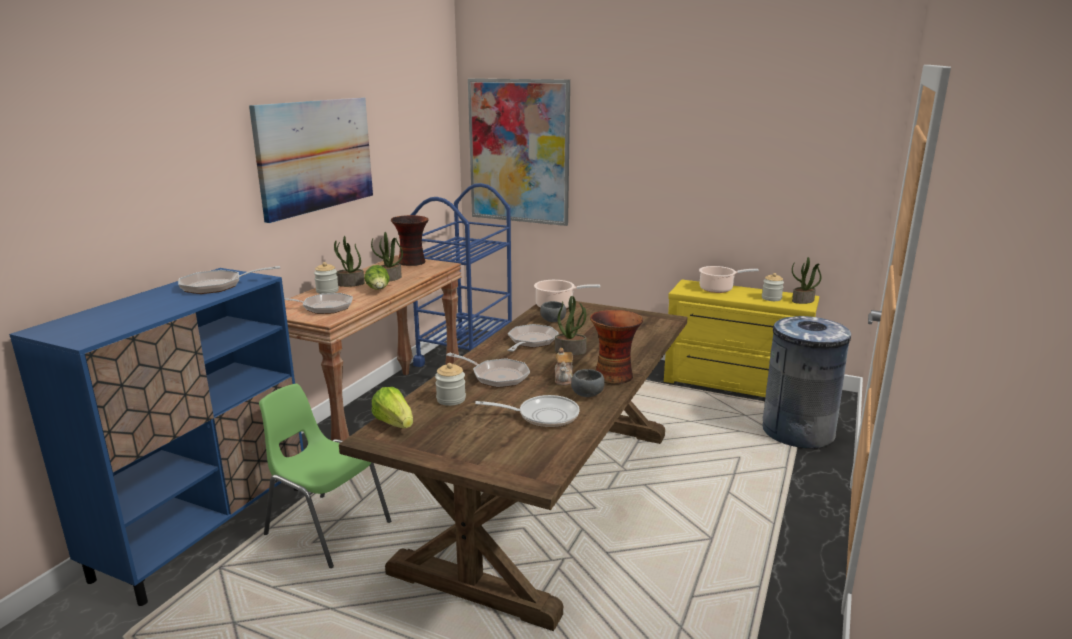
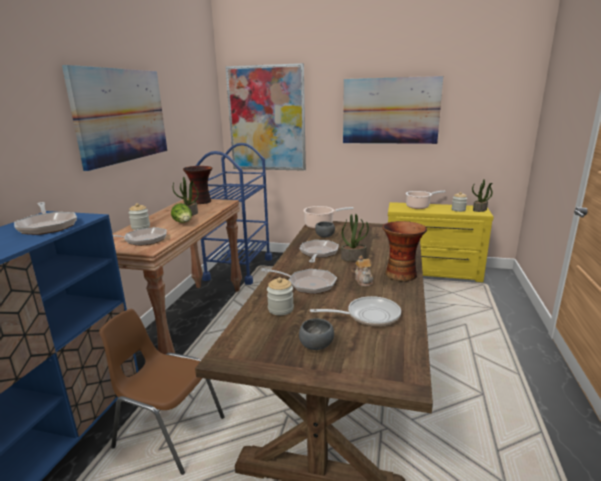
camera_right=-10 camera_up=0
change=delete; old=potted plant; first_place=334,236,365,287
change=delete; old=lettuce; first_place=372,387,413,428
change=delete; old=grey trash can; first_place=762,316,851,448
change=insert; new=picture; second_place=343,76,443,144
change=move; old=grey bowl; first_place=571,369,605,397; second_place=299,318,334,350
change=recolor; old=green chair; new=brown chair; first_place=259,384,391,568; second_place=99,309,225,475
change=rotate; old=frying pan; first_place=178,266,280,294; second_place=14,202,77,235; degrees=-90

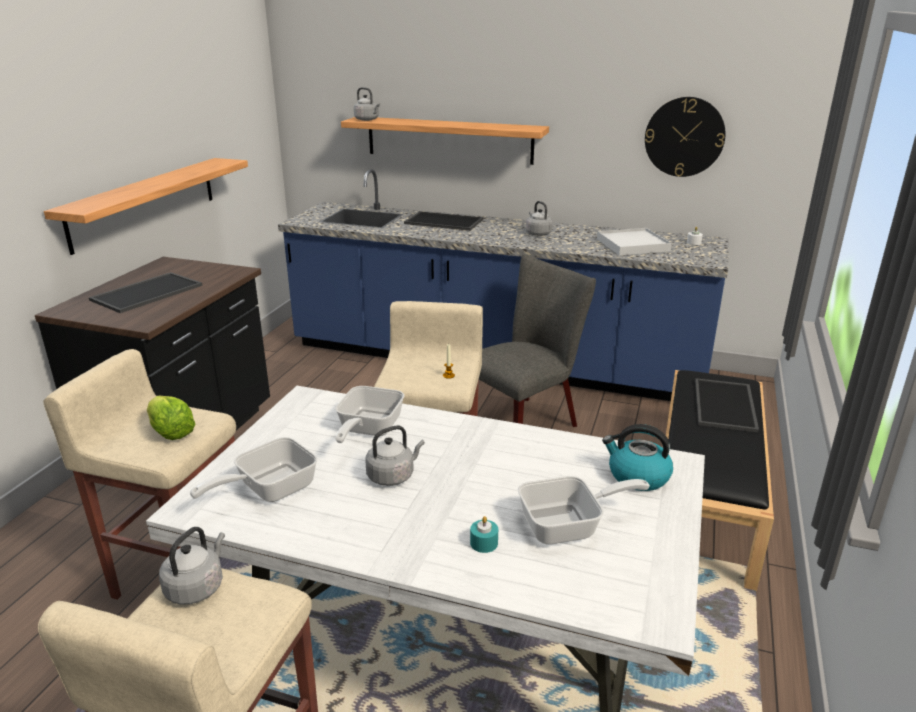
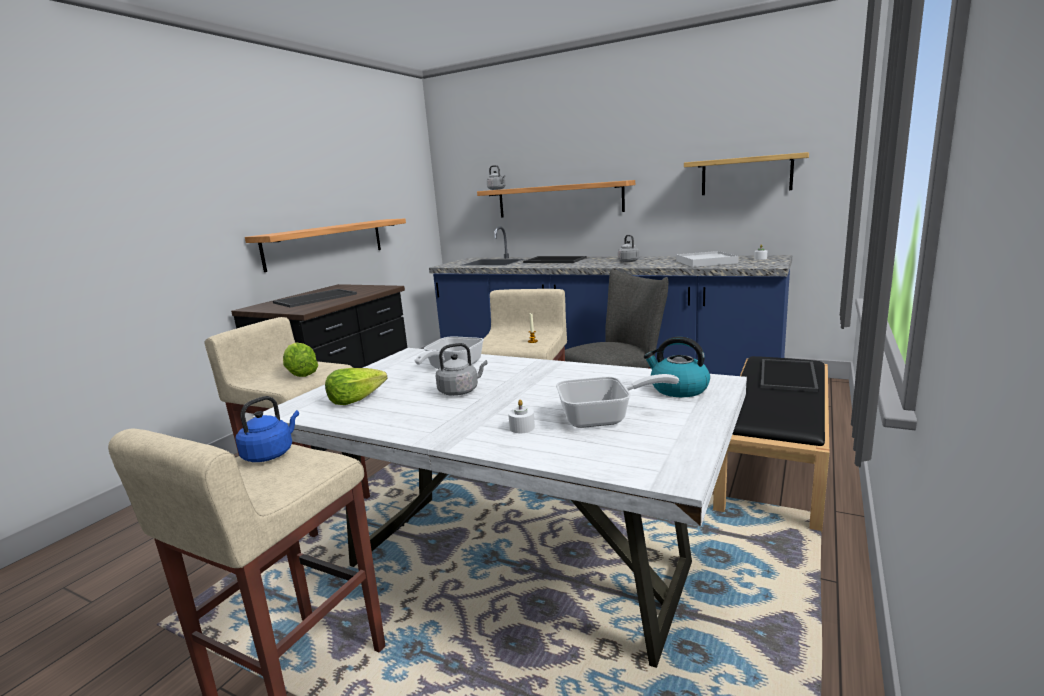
camera_right=10 camera_up=-10
change=replace; old=frying pan; new=lettuce; first_place=190,437,317,502; second_place=325,368,387,405
change=replace; old=wall clock; new=shelf; first_place=645,97,725,177; second_place=684,152,809,195
change=recolor; old=grey kettle; new=blue kettle; first_place=159,527,225,605; second_place=235,396,299,462
change=recolor; old=turquoise candle; new=white candle; first_place=470,516,498,553; second_place=508,400,535,433

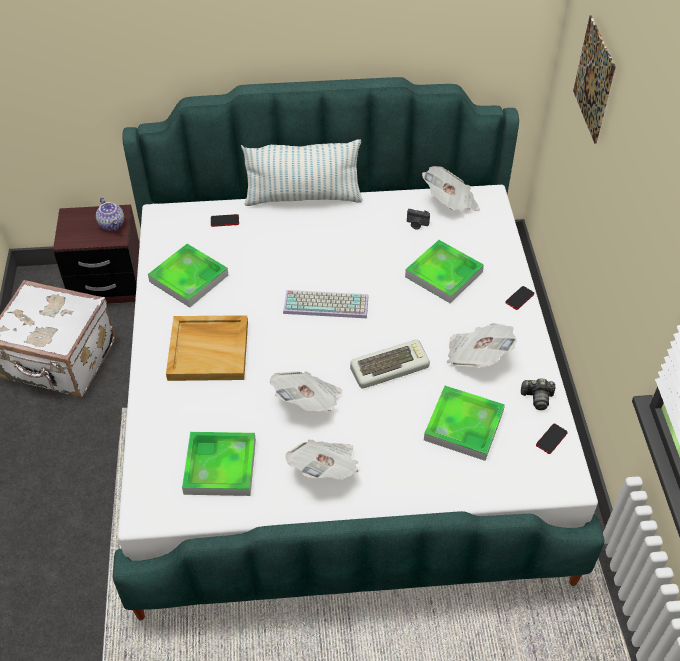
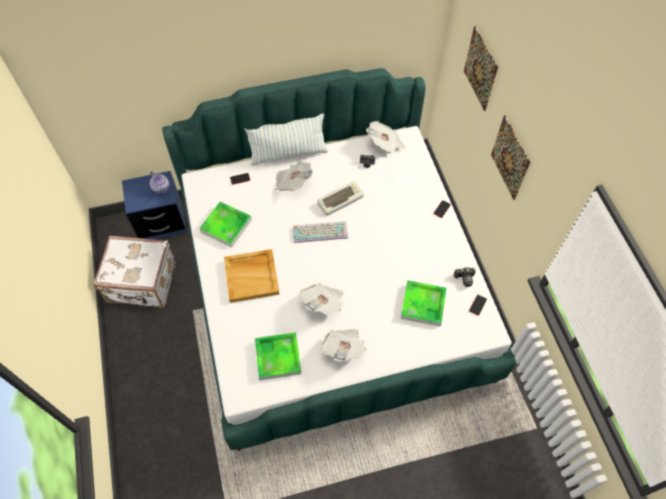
camera_right=-10 camera_up=10
change=delete; old=tray; first_place=405,240,484,303
change=insert; new=picture; second_place=491,115,530,200
change=move; old=keyboard; first_place=350,339,430,389; second_place=318,181,364,216
change=move; old=newspaper; first_place=447,323,517,368; second_place=275,162,313,191
change=recolor; old=brown nightstand; new=blue nightstand; first_place=53,205,140,304; second_place=122,171,187,239

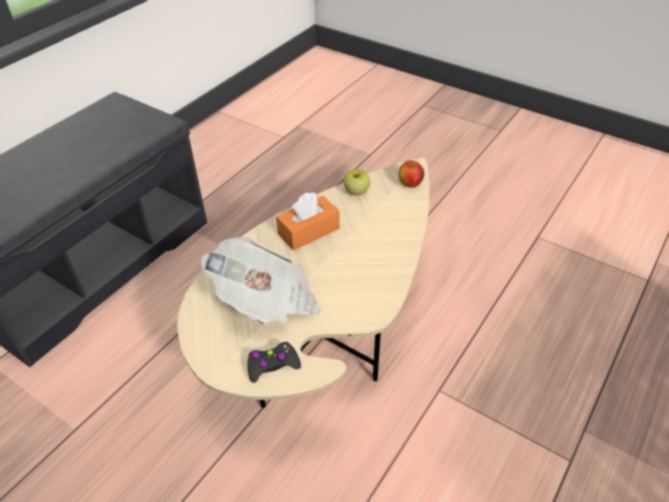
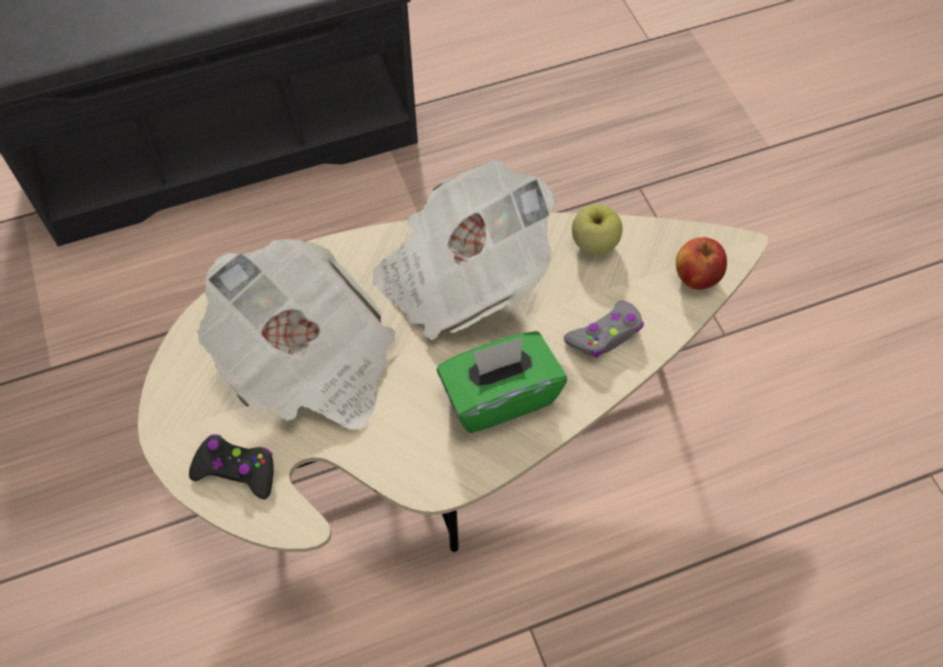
camera_right=35 camera_up=15
change=insert; new=green tissue box; second_place=437,331,567,433
change=insert; new=grey game controller; second_place=564,301,644,358
change=replace; old=orange tissue box; new=newspaper; first_place=276,192,340,251; second_place=373,160,556,340

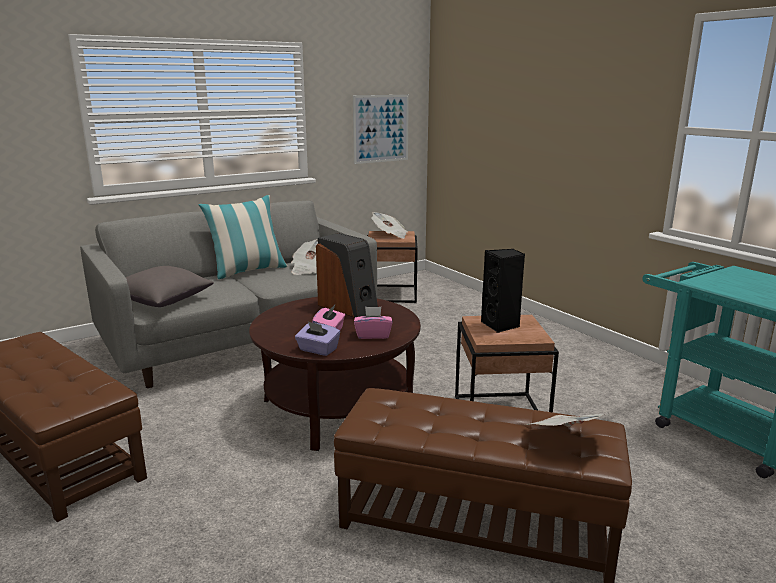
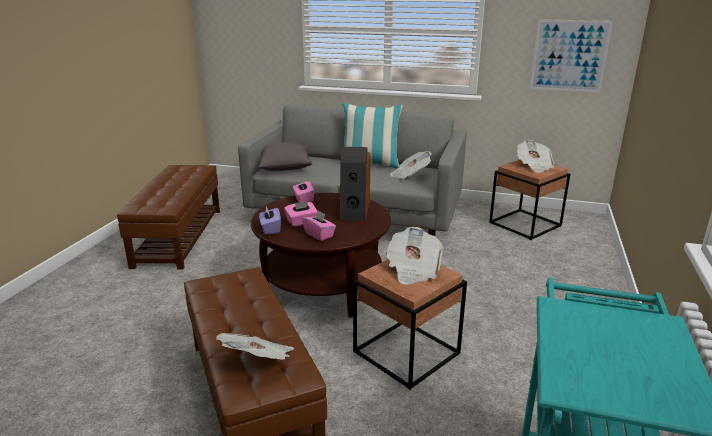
camera_right=50 camera_up=5
change=insert; new=pink tissue box; second_place=293,181,314,202
change=replace; old=black speaker; new=newspaper; first_place=481,249,525,333; second_place=386,227,443,285

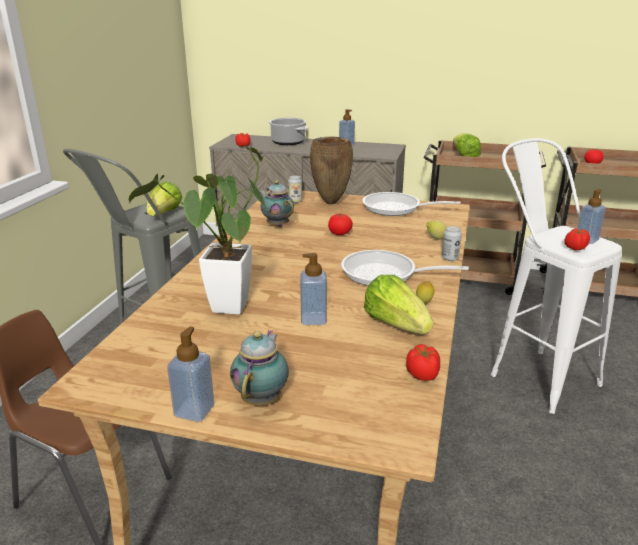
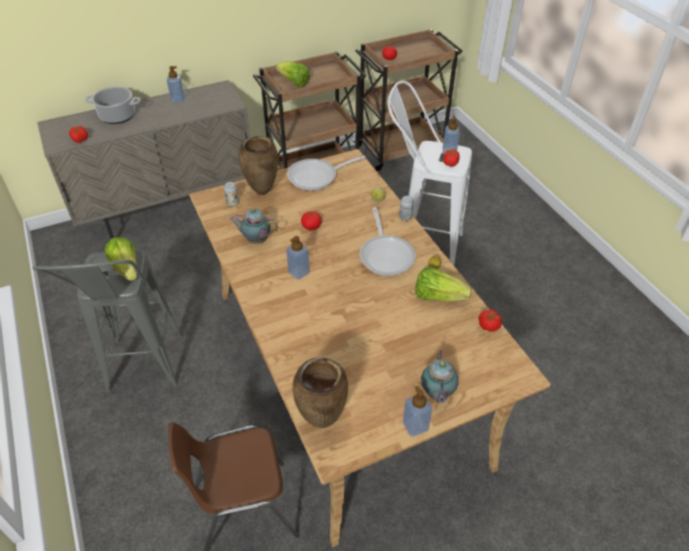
camera_right=-40 camera_up=20
change=delete; old=potted plant; first_place=128,145,267,315
change=insert; new=brown vase; second_place=292,357,348,428
change=move; old=soap dispenser; first_place=300,253,327,325; second_place=286,236,310,280
change=rotate; old=teapot; first_place=230,330,289,406; second_place=421,350,459,403; degrees=-150
change=rotate; old=frying pan; first_place=341,250,469,286; second_place=360,207,416,276; degrees=-75

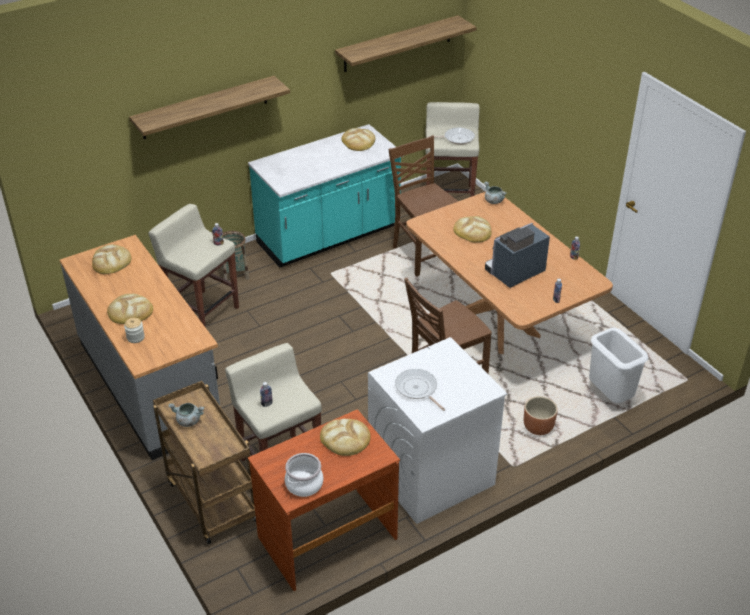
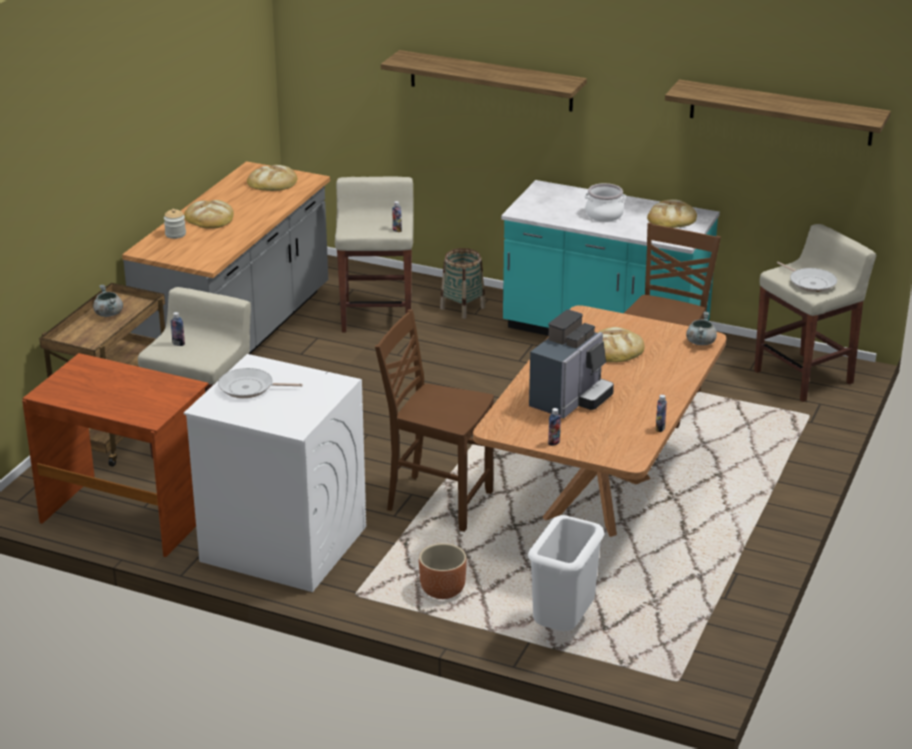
camera_right=55 camera_up=-10
change=delete; old=bread; first_place=320,419,371,456
change=move; old=cooking pot; first_place=285,453,323,497; second_place=585,183,626,222
change=rotate; old=frying pan; first_place=395,369,445,411; second_place=218,368,303,398; degrees=-105
change=rotate; old=coffee machine; first_place=485,223,550,288; second_place=529,309,614,418; degrees=105

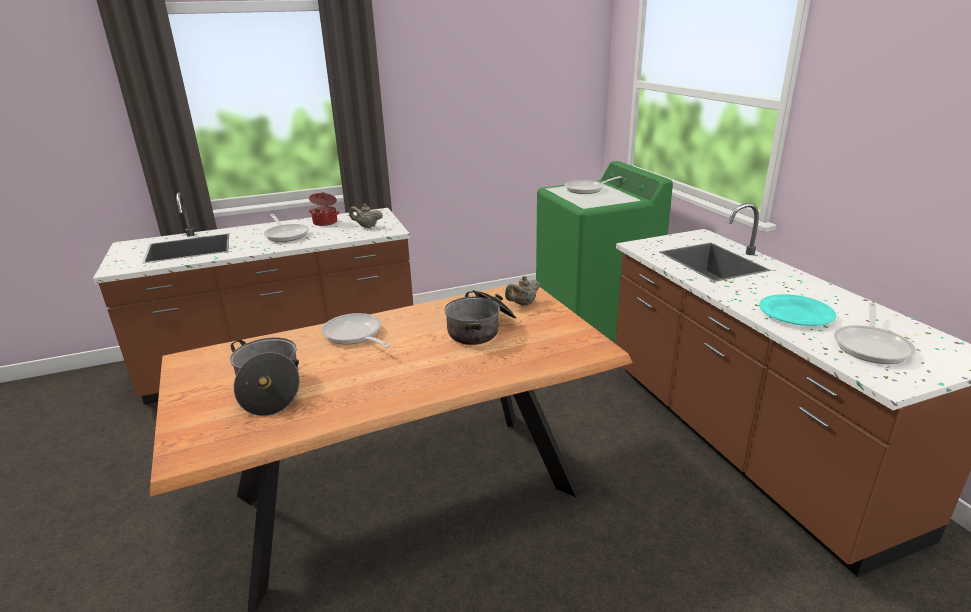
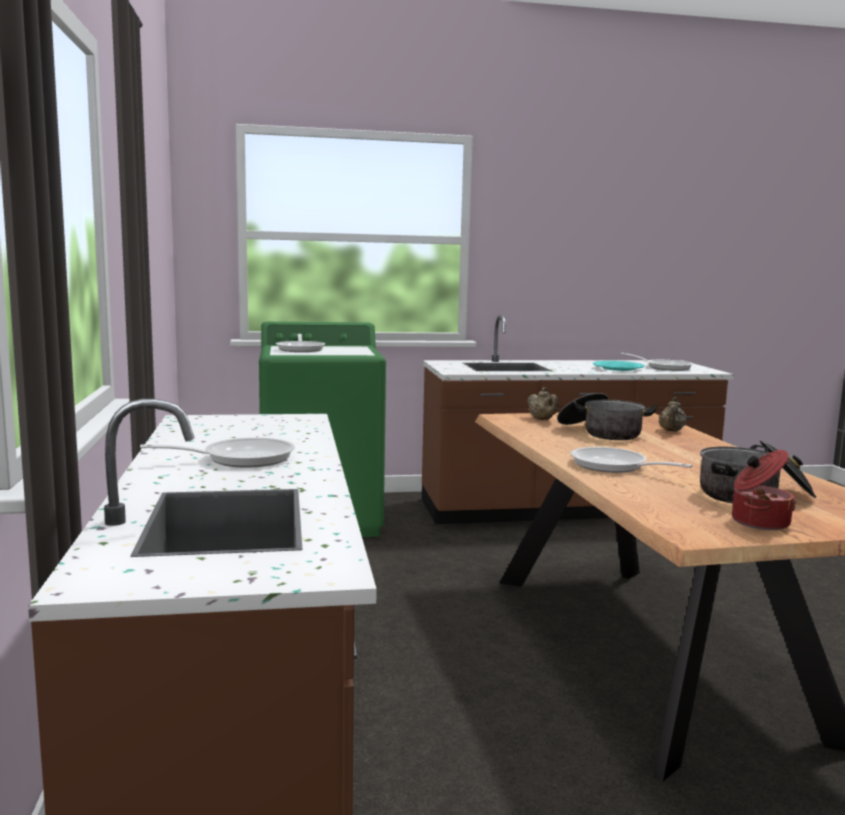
camera_right=-80 camera_up=-15
change=move; old=cooking pot; first_place=309,192,339,226; second_place=732,450,796,530
change=move; old=beige teapot; first_place=349,204,383,228; second_place=659,397,687,432
change=rotate; old=frying pan; first_place=321,313,391,348; second_place=570,447,693,473; degrees=75

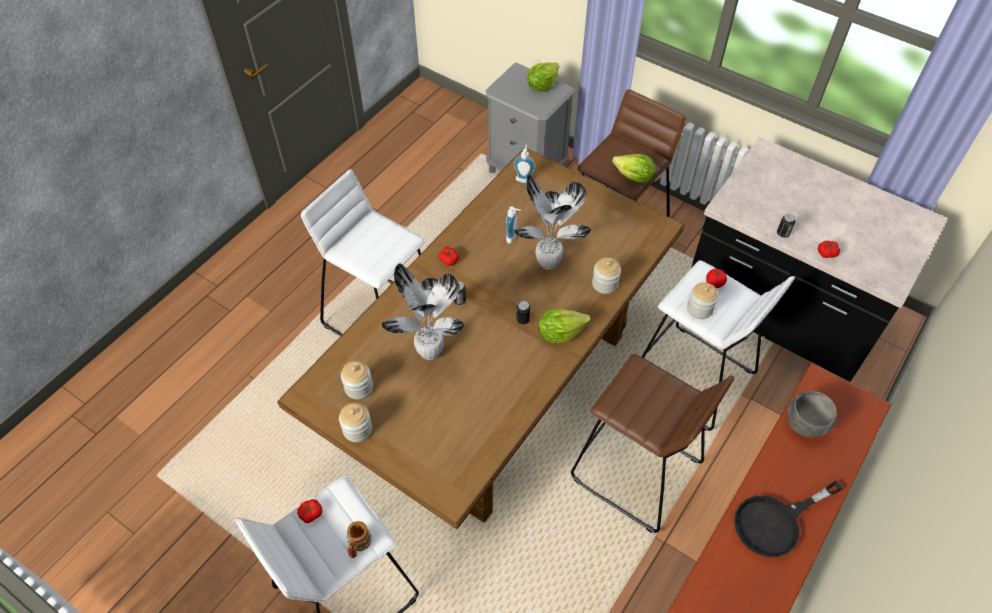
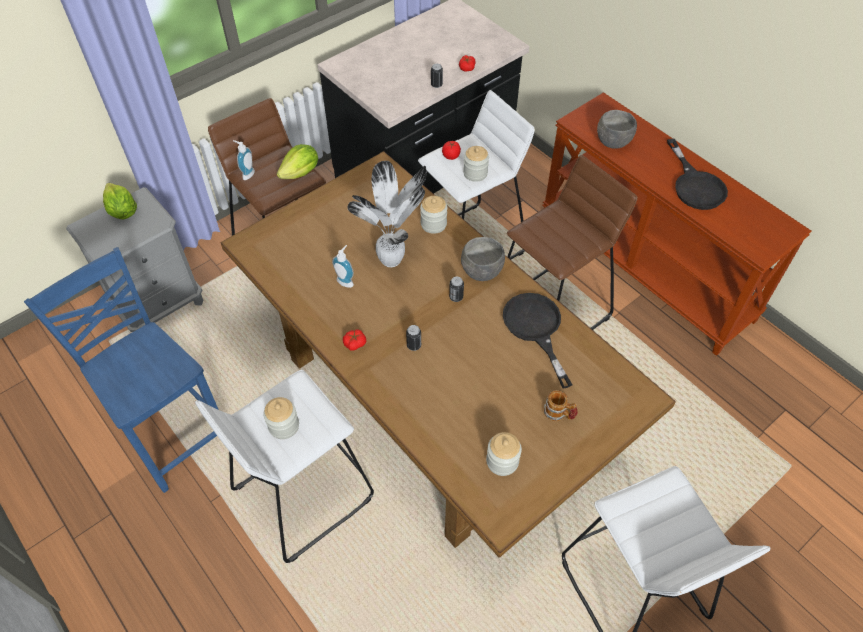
camera_right=-75 camera_up=0
change=delete; old=tomato; first_place=297,499,322,523
change=delete; old=potted plant; first_place=382,263,464,360
change=insert; new=blue chair; second_place=24,247,219,493
change=insert; new=black frying pan; second_place=503,293,573,388
change=move; old=jar; first_place=339,402,372,442; second_place=263,397,299,439
change=move; old=mug; first_place=347,521,372,558; second_place=544,390,578,421
change=move; old=soap dispenser; first_place=514,144,535,183; second_place=233,140,255,180
change=replace; old=lettuce; new=grey bowl; first_place=538,309,590,343; second_place=461,237,505,281

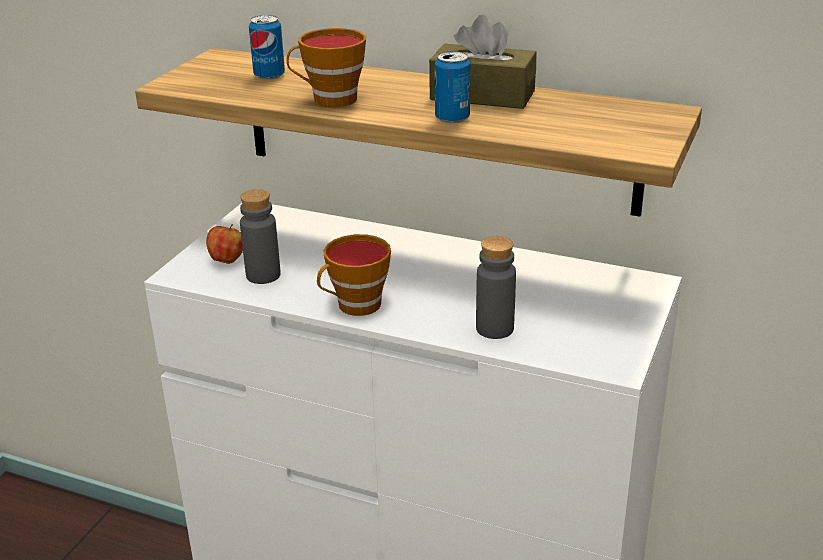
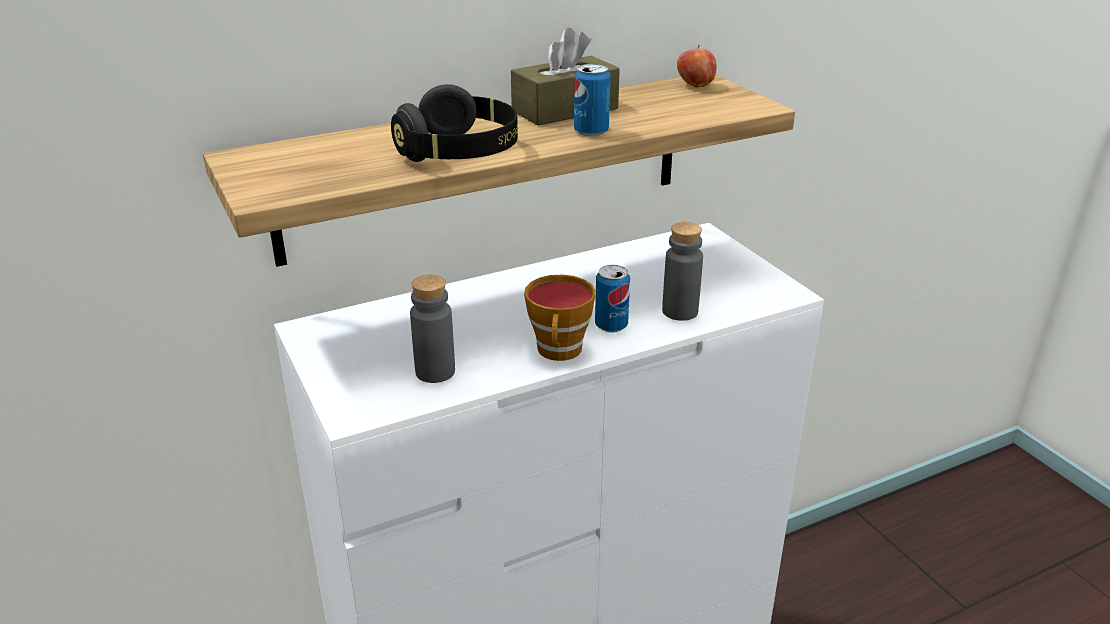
camera_right=-50 camera_up=0
change=move; old=apple; first_place=206,224,243,264; second_place=677,45,716,87
change=move; old=can; first_place=249,15,285,80; second_place=595,265,630,332
change=replace; old=cup; new=black headphones; first_place=287,28,366,107; second_place=391,84,518,162

